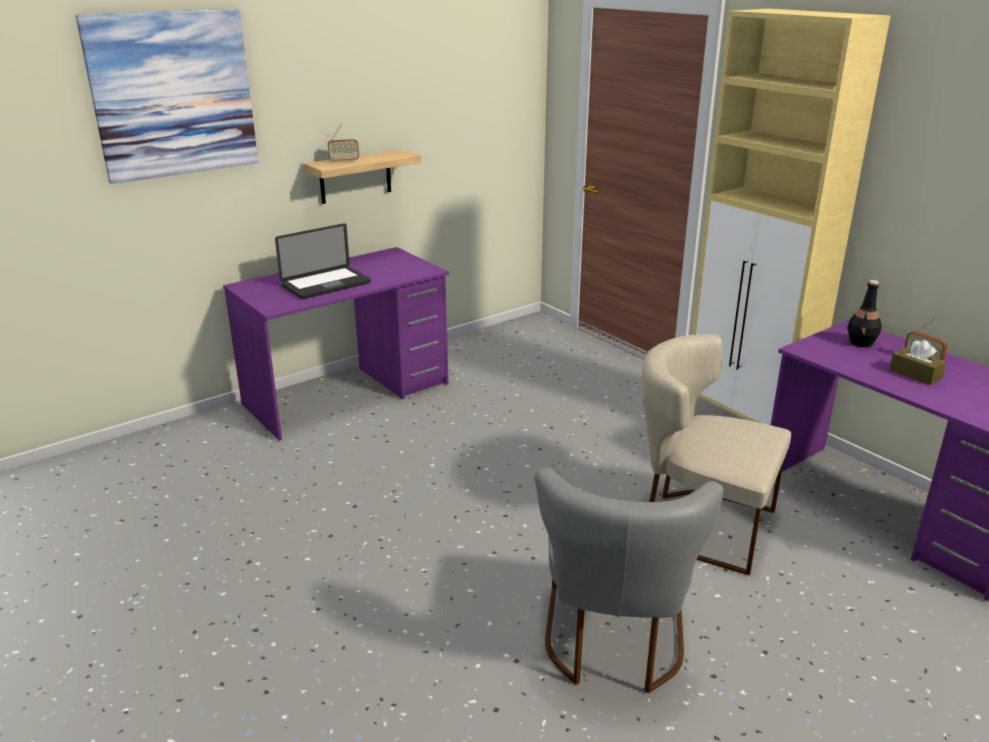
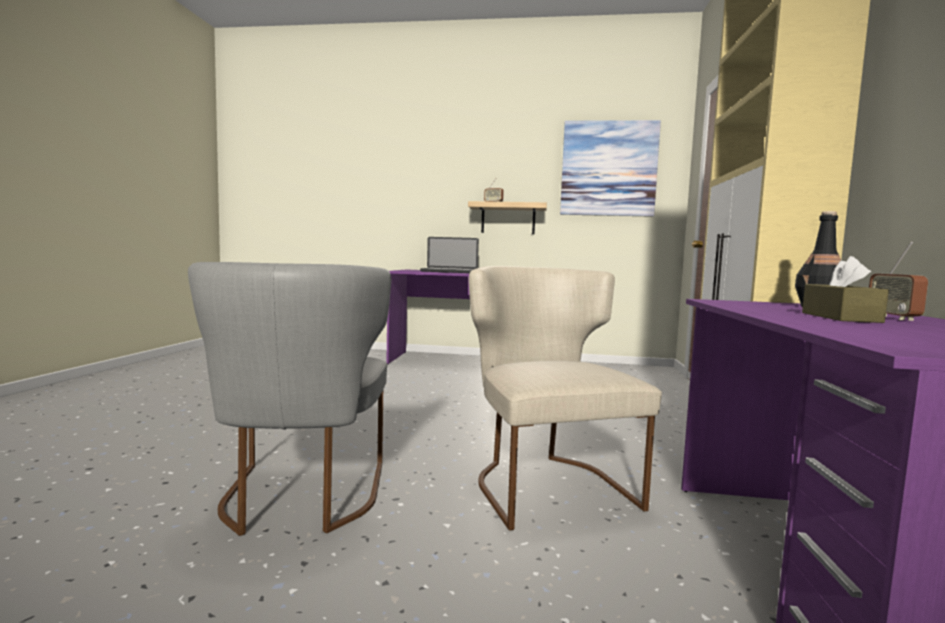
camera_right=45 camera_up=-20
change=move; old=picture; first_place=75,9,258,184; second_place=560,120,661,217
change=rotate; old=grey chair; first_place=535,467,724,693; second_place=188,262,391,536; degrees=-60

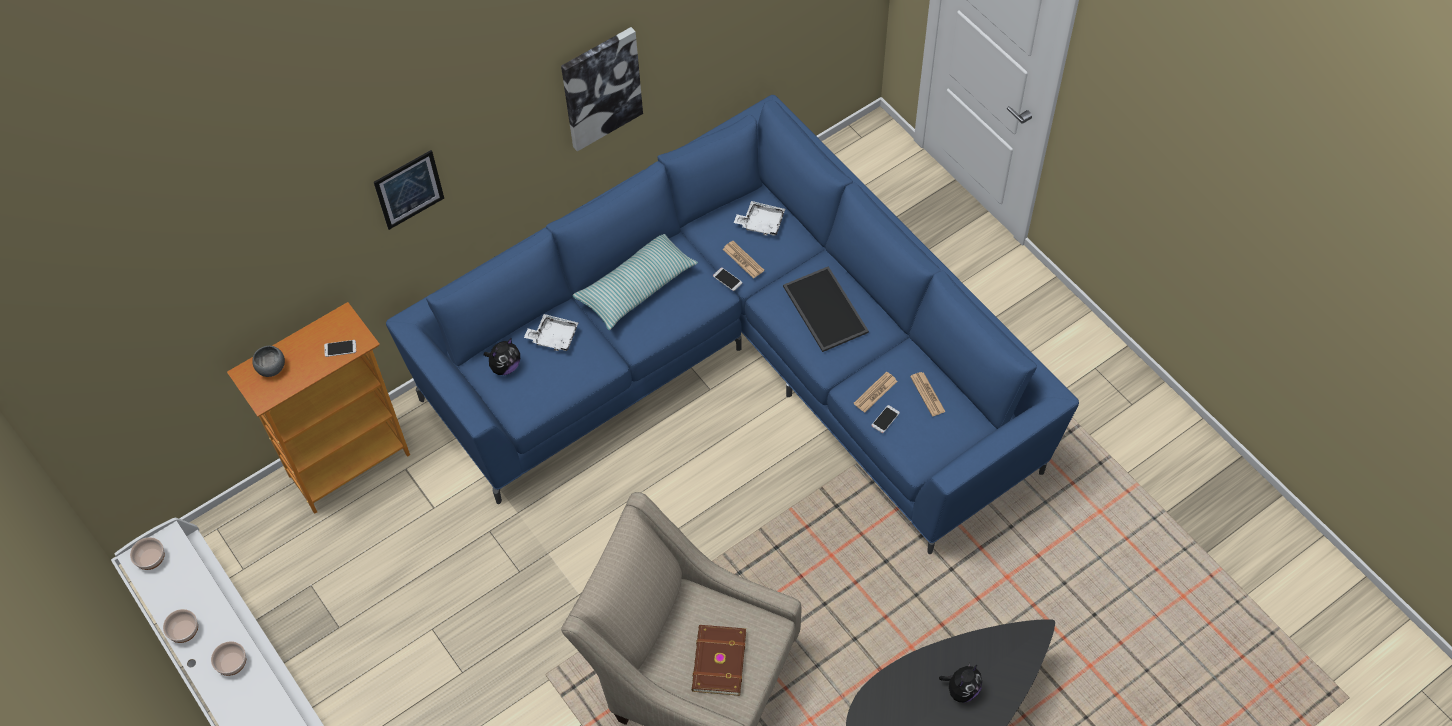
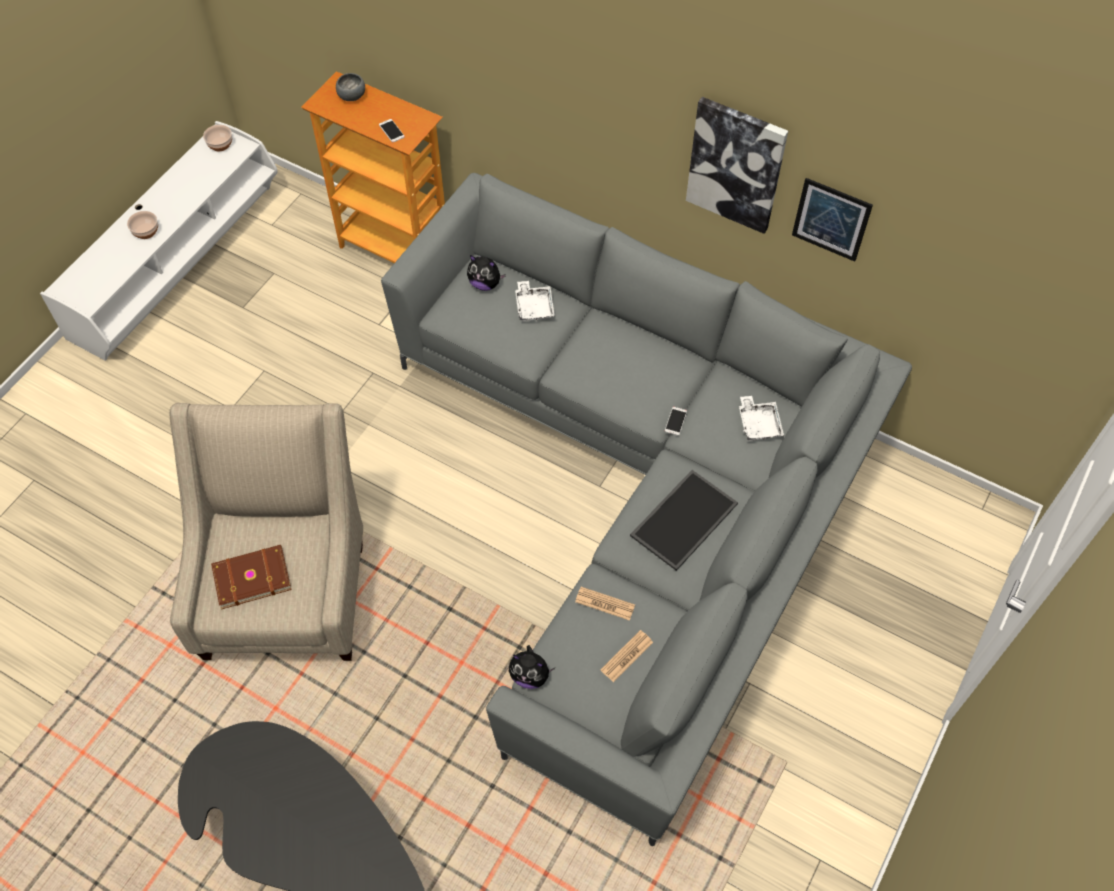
camera_right=65 camera_up=0
change=delete; old=bowl; first_place=163,609,198,643
change=delete; old=pillow; first_place=572,234,698,330
change=delete; old=newspaper; first_place=723,241,764,279
change=delete; old=phone; first_place=871,405,900,433
change=move; old=picture; first_place=374,150,444,230; second_place=792,178,873,262
change=move; old=plush toy; first_place=939,663,982,702; second_place=509,645,555,689
change=recolor; old=blue sofa; new=grey sofa; first_place=386,95,1079,554; second_place=381,173,912,846

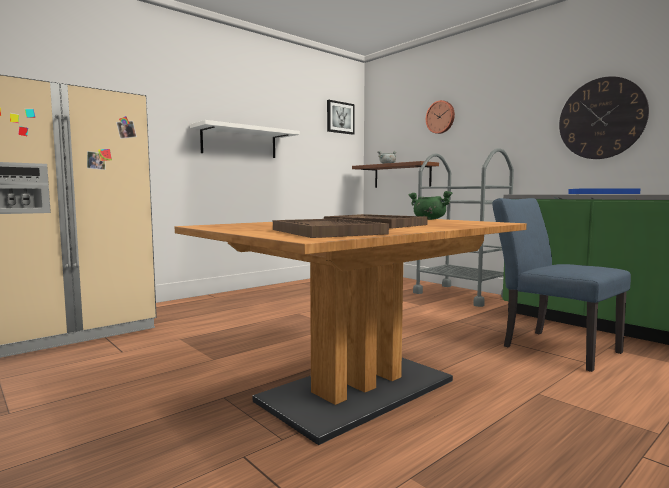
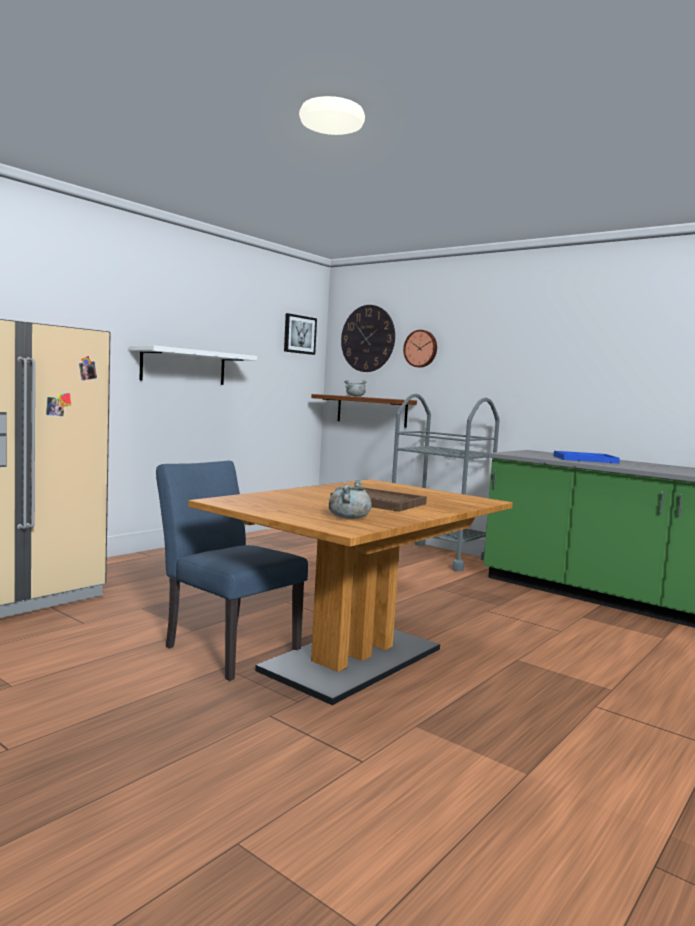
camera_right=-10 camera_up=0
change=delete; old=green cooking pot; first_place=408,191,452,220
change=move; old=blue chair; first_place=492,198,631,372; second_place=156,461,308,681
change=move; old=wall clock; first_place=559,76,649,159; second_place=341,305,395,372
change=replace; old=brown tray; new=grey cooking pot; first_place=273,218,389,238; second_place=329,480,372,519

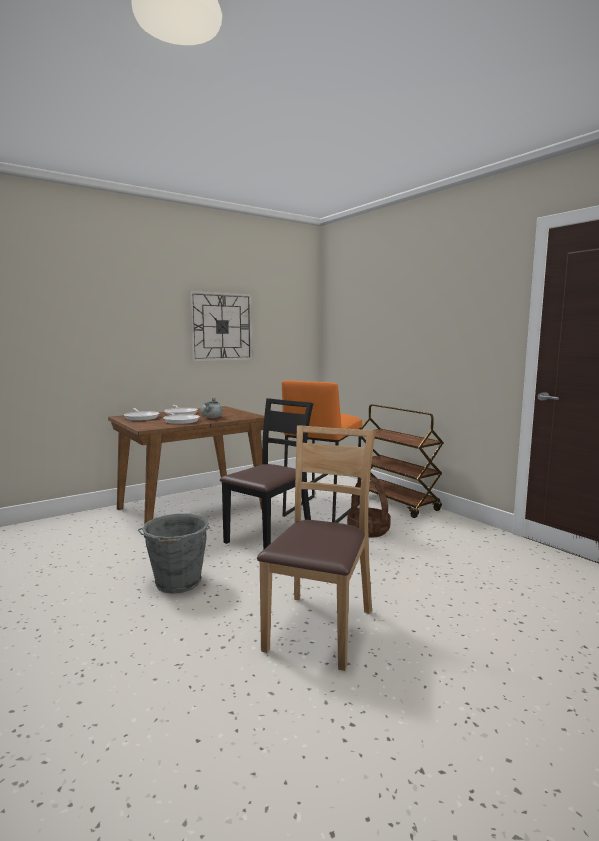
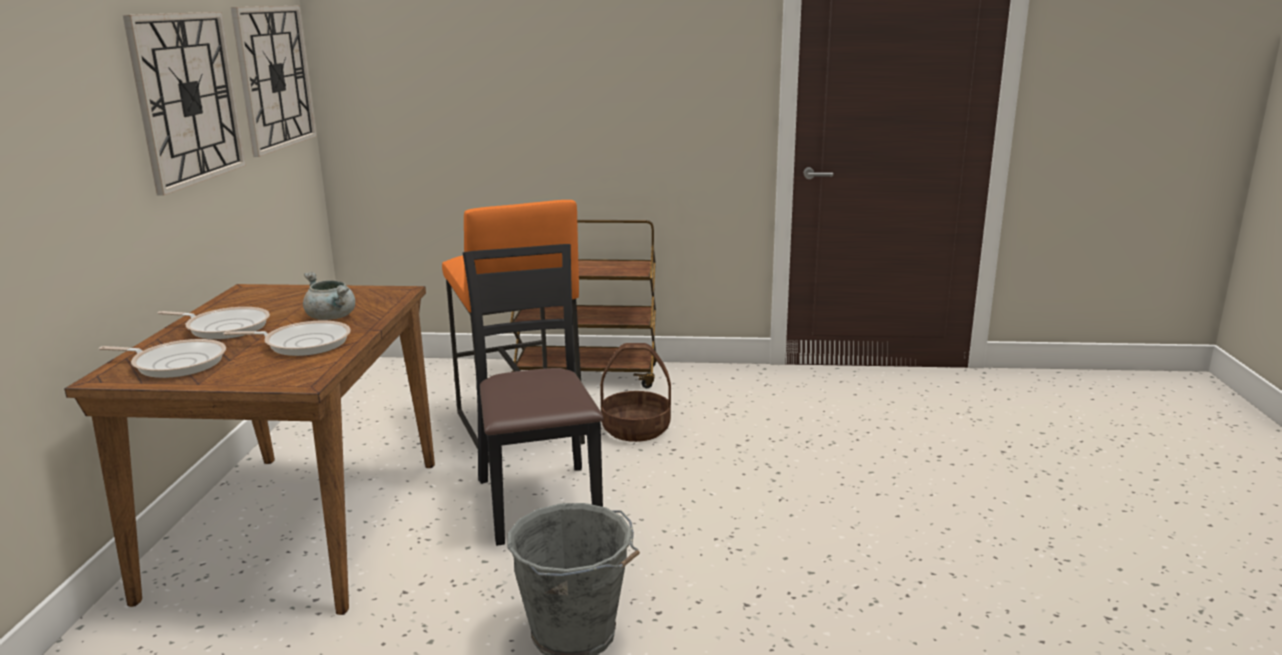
camera_right=-50 camera_up=10
change=delete; old=brown chair; first_place=257,426,376,671
change=insert; new=wall clock; second_place=231,6,317,157

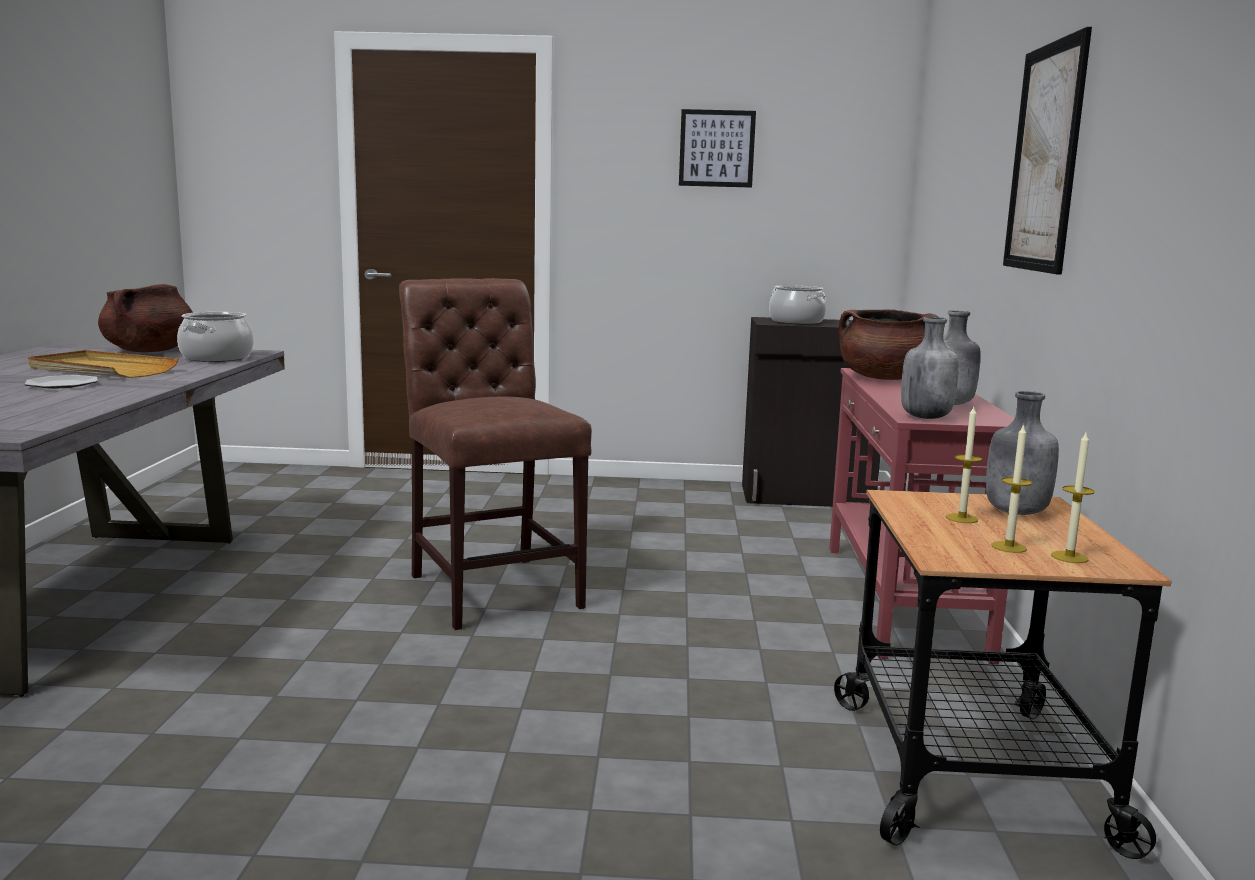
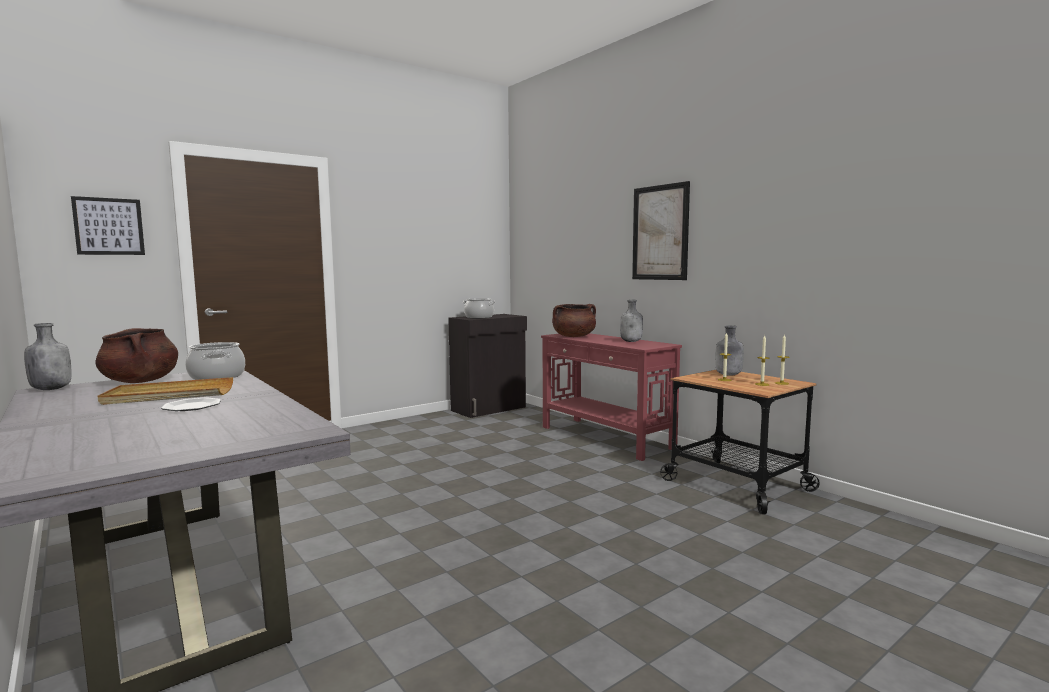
camera_right=-40 camera_up=-5
change=delete; old=brown chair; first_place=399,278,592,630
change=move; old=picture; first_place=679,109,756,188; second_place=71,196,145,255
change=move; old=grey bottle; first_place=901,317,959,419; second_place=24,323,72,390

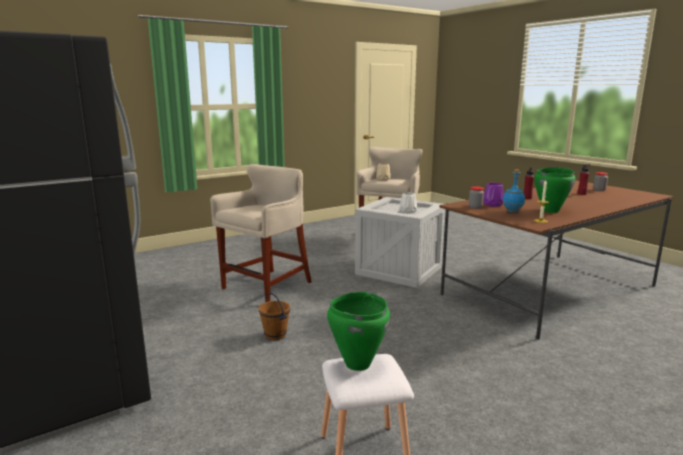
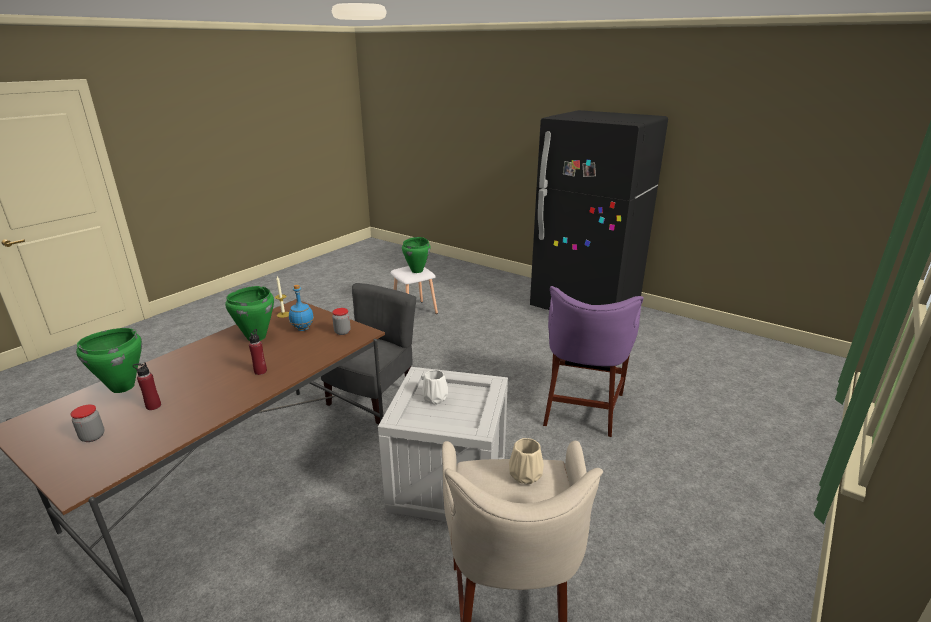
camera_right=160 camera_up=10
change=delete; old=brown bucket; first_place=259,293,290,340
change=delete; old=purple vase; first_place=484,183,504,207
change=insert; new=green cooking pot; second_place=76,328,142,393
change=insert; new=grey chair; second_place=321,283,416,424
change=recolor; old=beige stool; new=purple stool; first_place=210,164,312,302; second_place=543,286,644,437

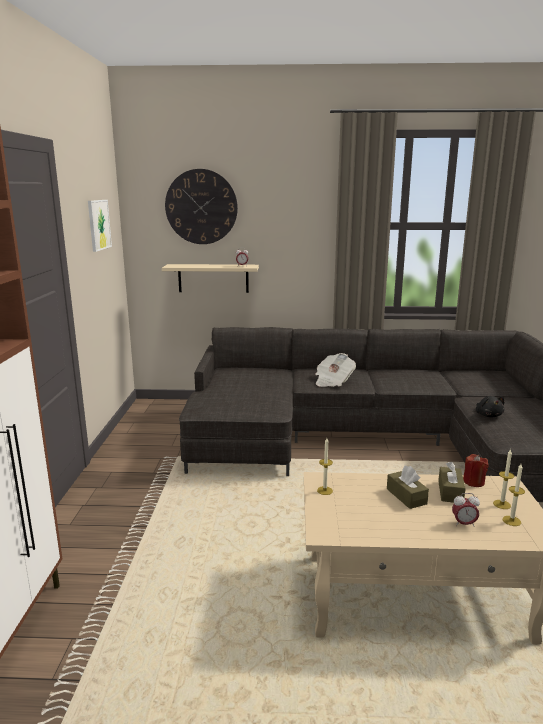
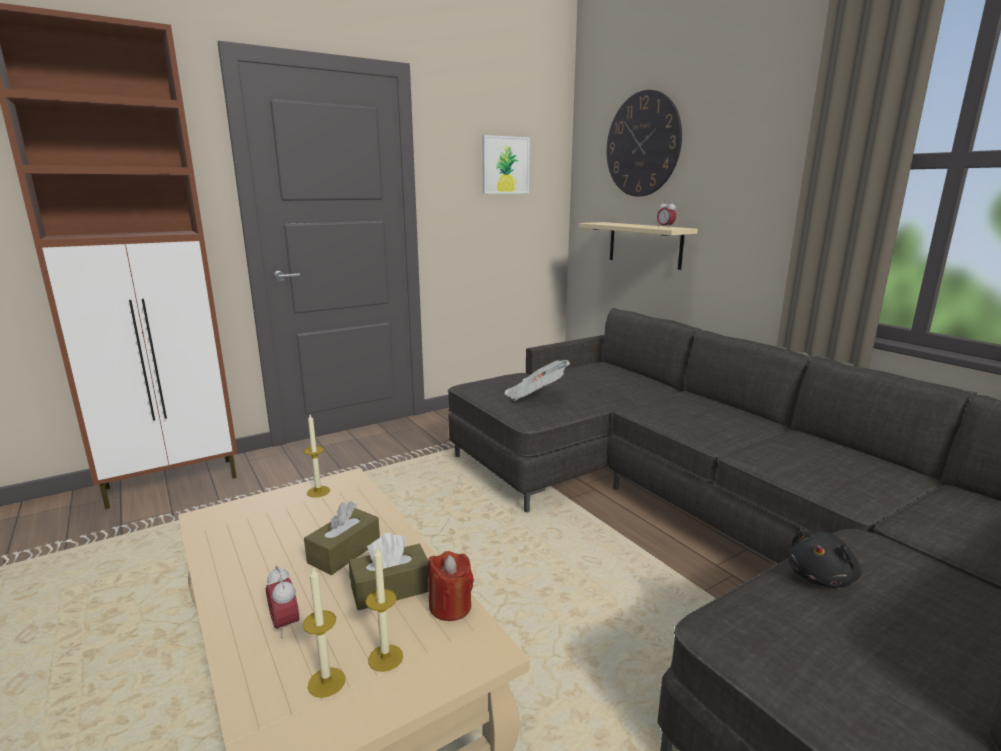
camera_right=55 camera_up=0
change=move; old=newspaper; first_place=315,353,356,387; second_place=504,360,570,401

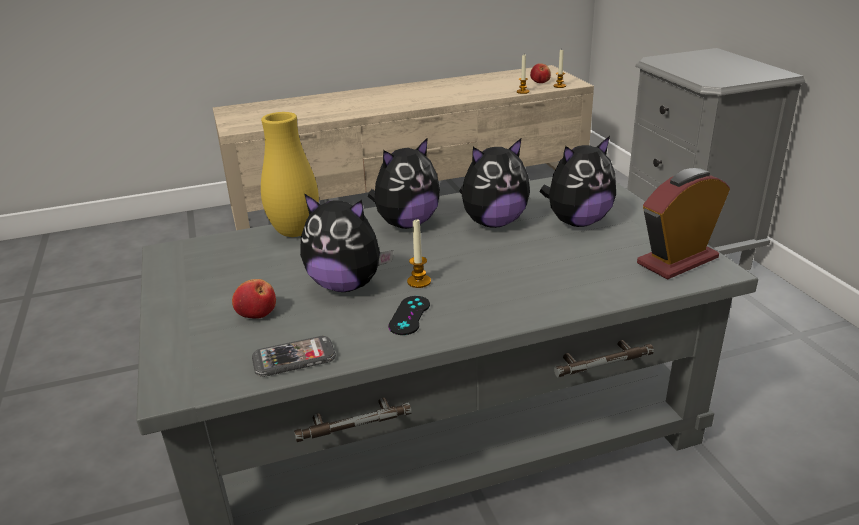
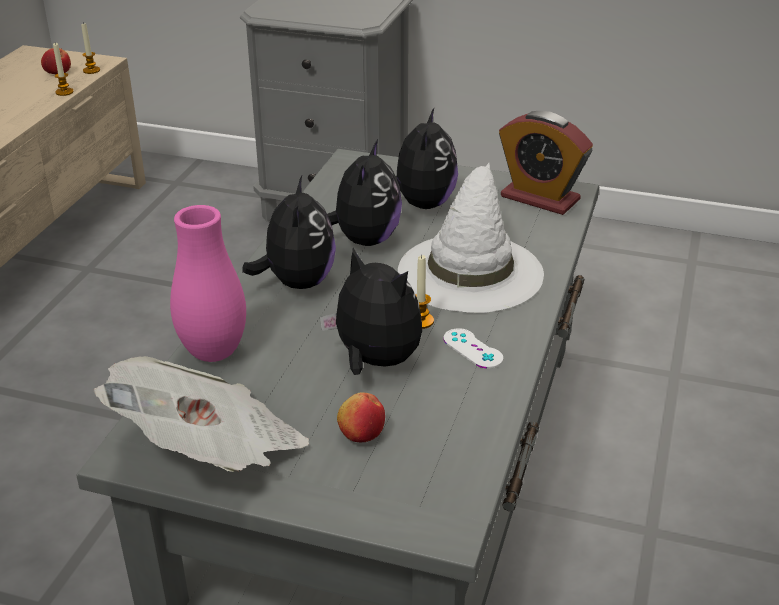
camera_right=-55 camera_up=5
change=delete; old=phone; first_place=252,336,336,377
change=insert; new=newspaper; second_place=94,356,309,472
change=insert; new=white hat; second_place=398,163,544,313
change=recolor; old=yellow vase; new=pink vase; first_place=261,112,319,237; second_place=170,205,246,362
change=recolor; old=black game controller; new=white game controller; first_place=388,296,430,335; second_place=443,328,503,369
change=rotate; old=plush toy; first_place=300,194,393,292; second_place=320,248,422,375; degrees=-105
change=rotate; old=alarm clock; first_place=637,168,730,279; second_place=499,111,593,215; degrees=-60

